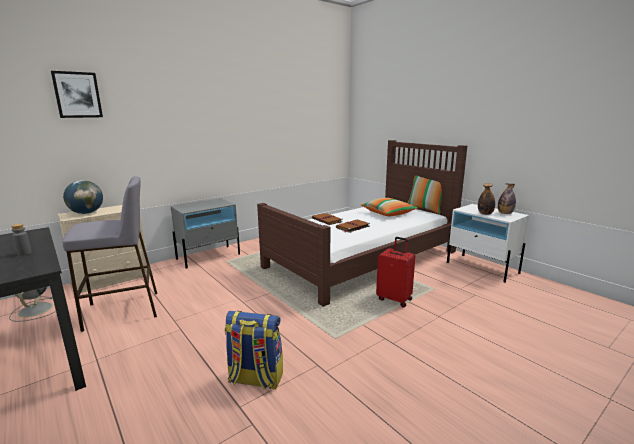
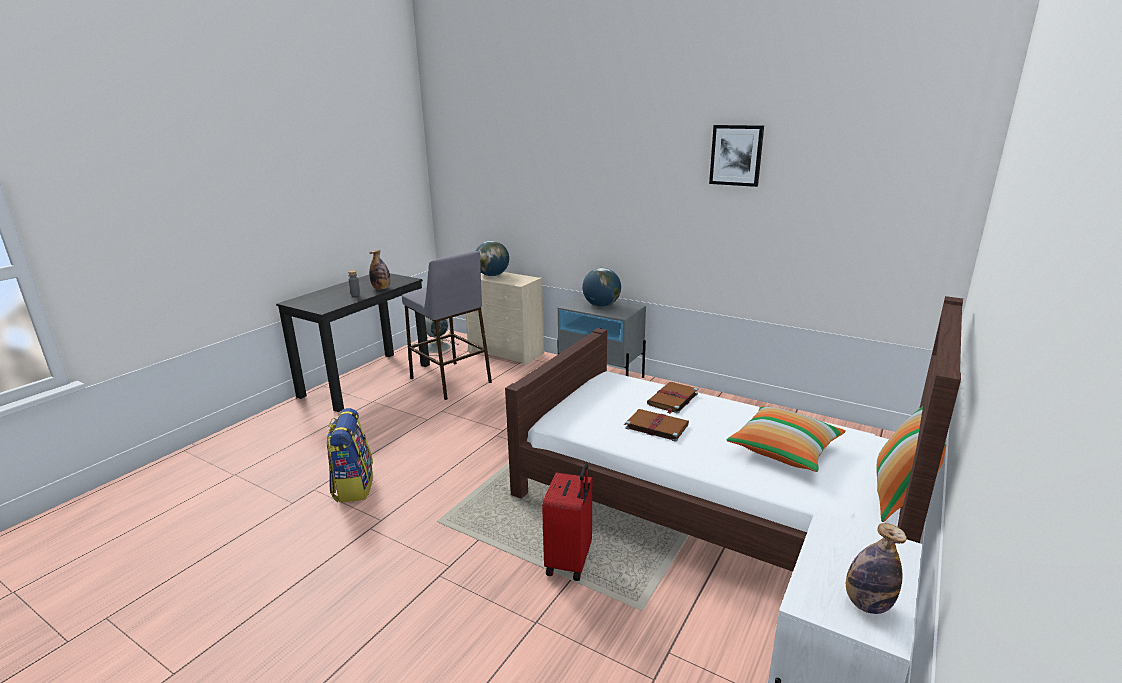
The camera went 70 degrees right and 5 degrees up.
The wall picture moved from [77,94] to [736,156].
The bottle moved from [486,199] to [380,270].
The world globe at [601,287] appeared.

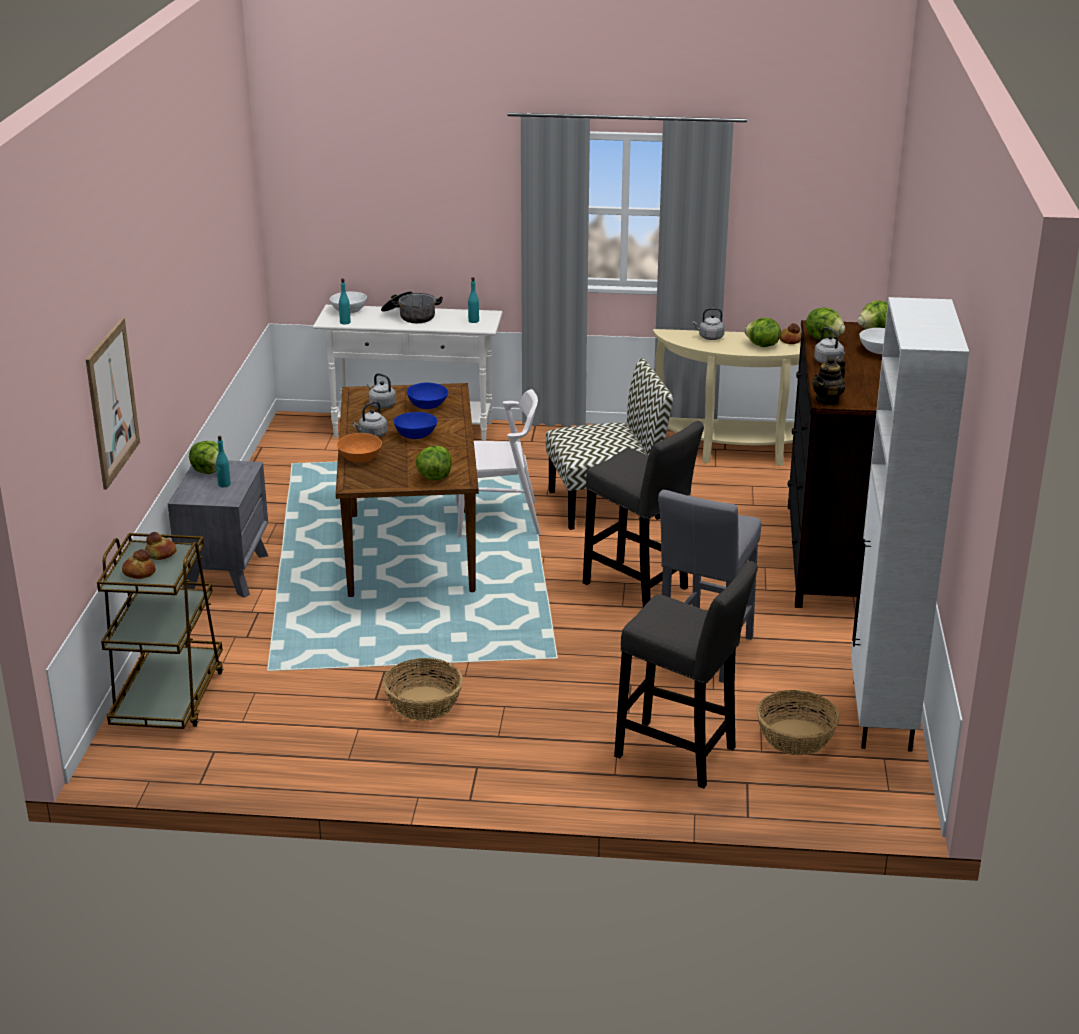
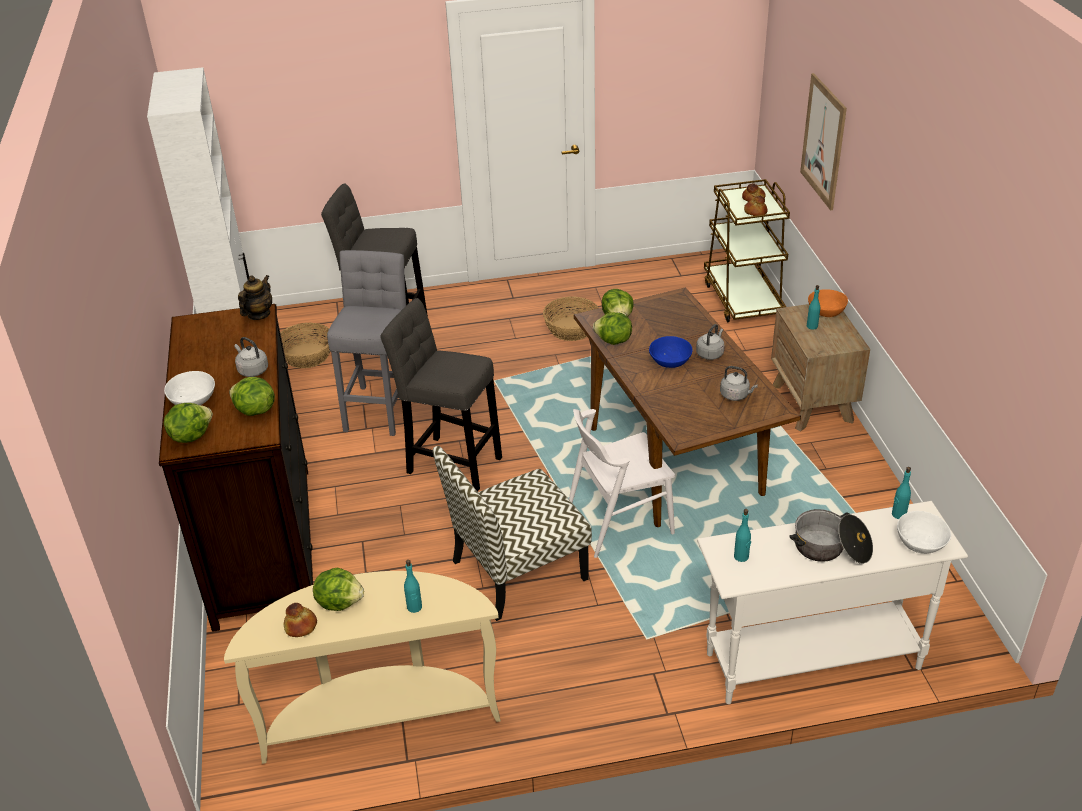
The camera went 165 degrees right and 10 degrees up.
The nightstand (gray) at [218,529] became the nightstand (brown) at [820,368].
The head of lettuce moved from [207,457] to [612,328].
The bowl (orange-coloured) moved from [359,447] to [828,303].
The bowl (bluish) at [427,396] disappeared.
The water kettle (gray) at [708,324] was replaced by the bottle (blue-green) at [413,586].

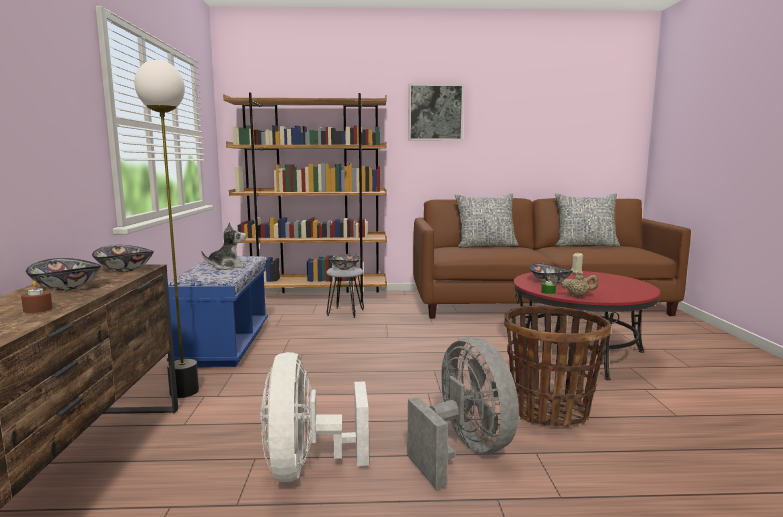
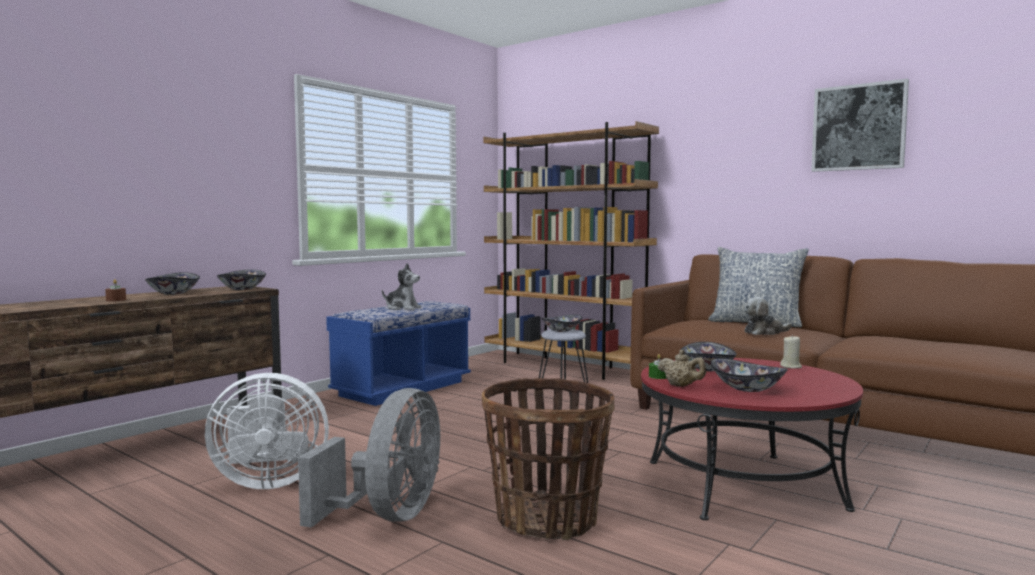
The camera went 40 degrees right and 5 degrees down.
The standard lamp at [166,229] disappeared.
The fan (whitish) at [314,417] turned 135 degrees counterclockwise.
The wall picture moved from [436,112] to [860,125].
The throw pillow at [587,220] disappeared.
The bowl at [749,375] appeared.
The soft toy at [768,316] appeared.

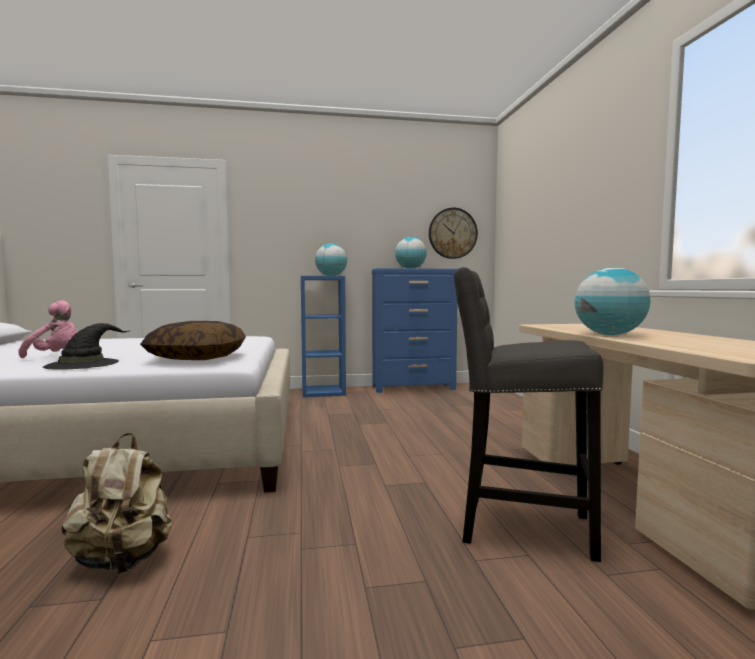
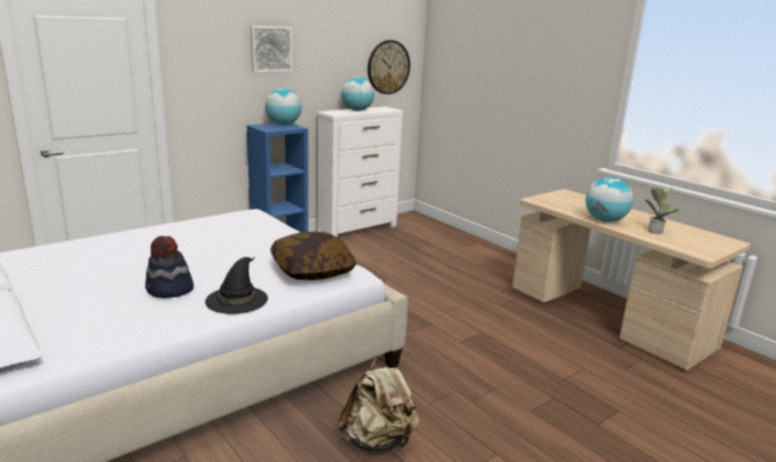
The camera went 30 degrees left and 15 degrees up.
The soft toy (pinkish) at [47,329] was replaced by the hat at [169,267].
The drawer chest (bluish) at [414,330] became the drawer chest (whitish) at [360,171].
The stool (gray) at [528,414] disappeared.
The wall picture at [271,49] appeared.
The plant in a pot at [663,211] appeared.

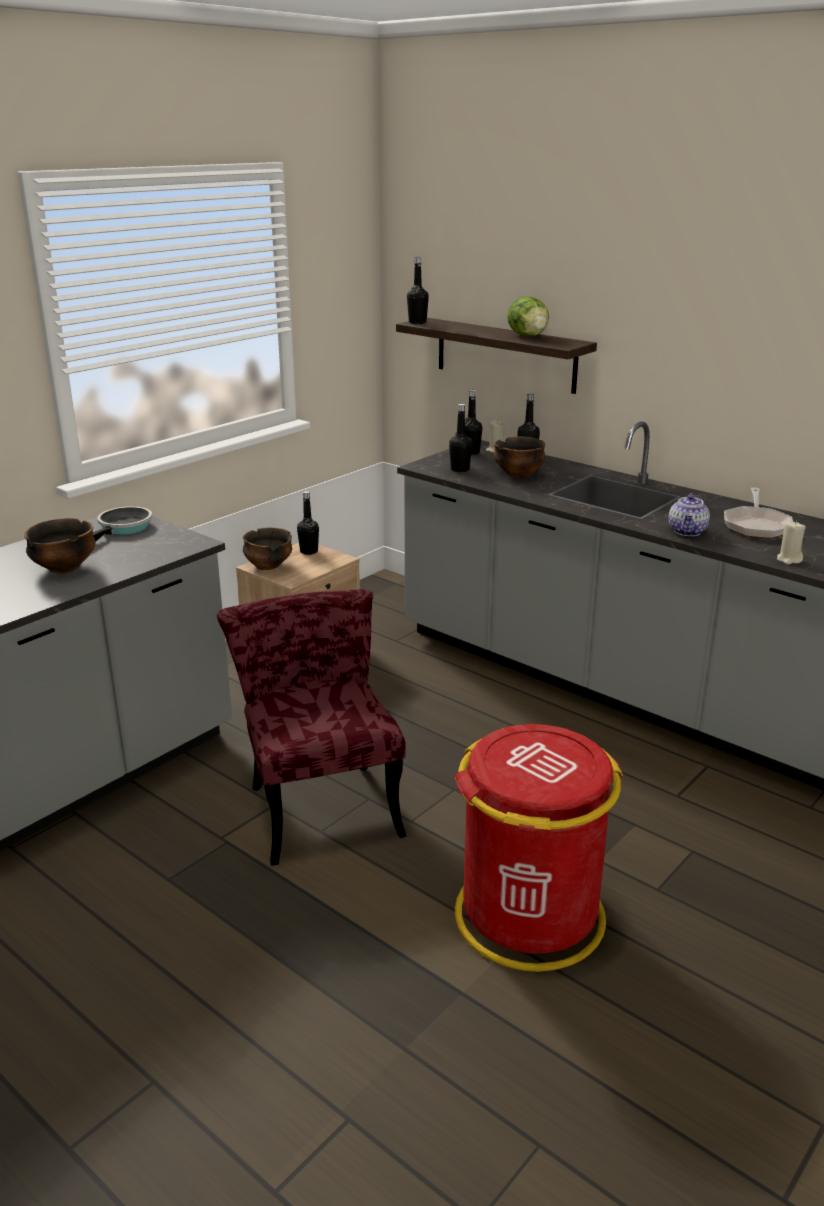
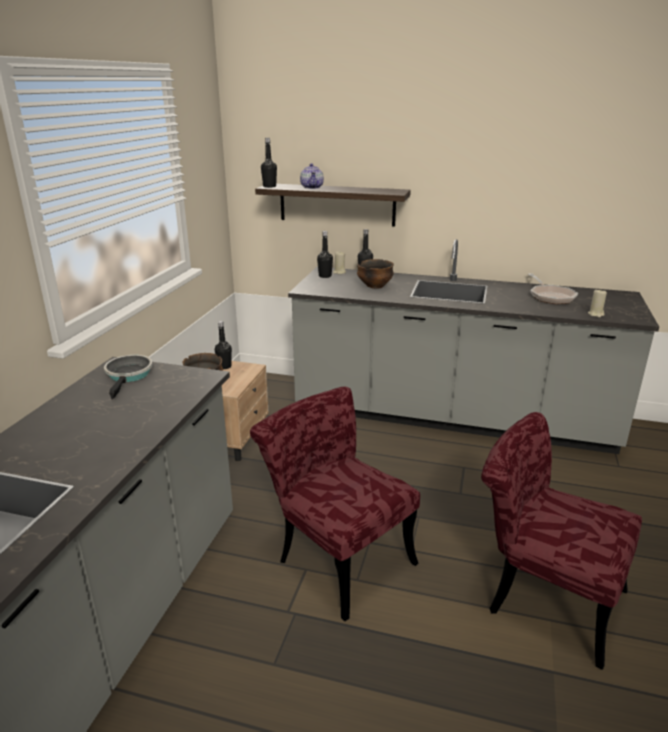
The camera went 25 degrees left and 0 degrees up.
The bowl at [59,546] disappeared.
The bottle (blackish) at [460,438] disappeared.
The rubbish bin (red-coloured) at [539,848] was replaced by the plain chair (red-coloured) at [561,541].
The head of lettuce at [528,316] disappeared.
The tea pot moved from [689,514] to [312,176].

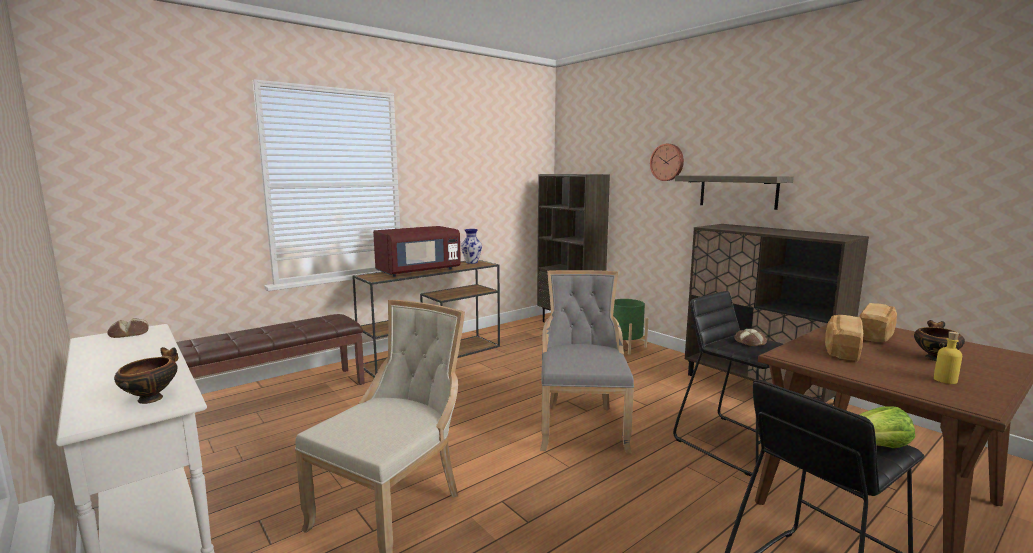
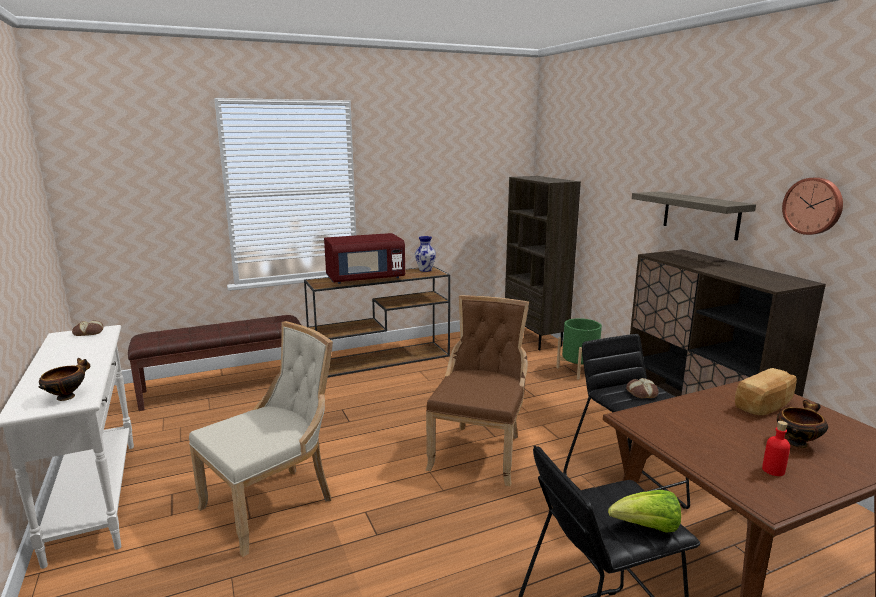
The camera went 15 degrees right and 5 degrees up.
The plain chair (gray) at [587,362] became the plain chair (brown) at [477,391].
The wall clock moved from [667,162] to [812,206].
The bakery bread at [844,338] disappeared.
The bottle (yellowish) at [948,358] became the bottle (red-coloured) at [776,448].

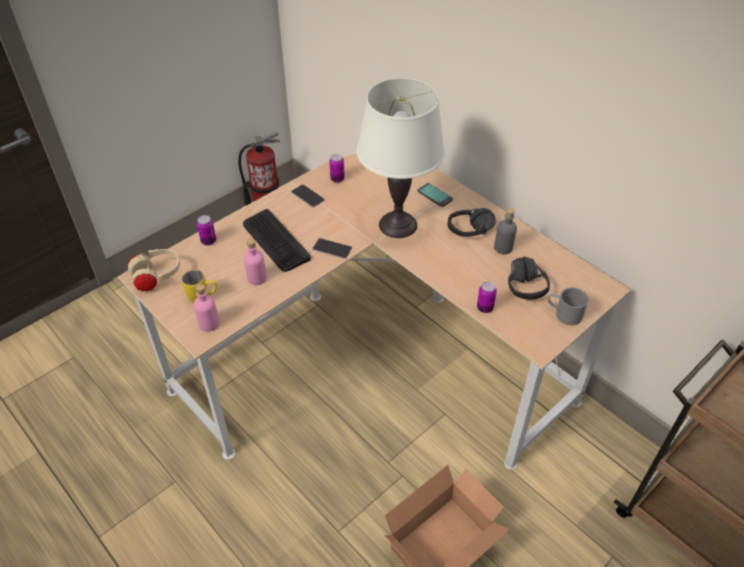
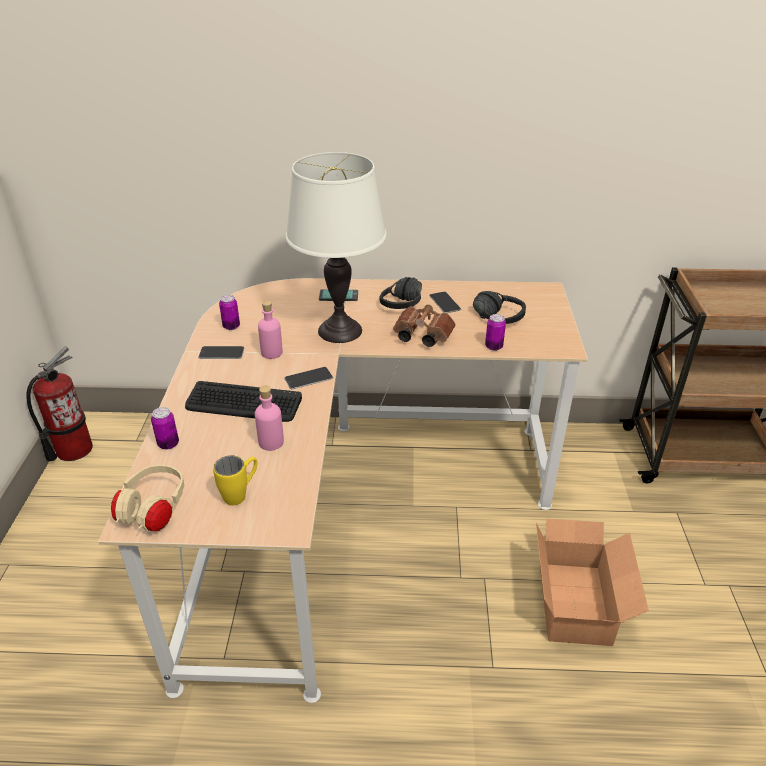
The camera went 45 degrees left and 10 degrees down.
The bottle (pinkish) moved from [206,308] to [270,330].
The bottle (gray) at [505,231] was replaced by the telephone at [445,302].
The tea mug (gray) at [568,306] disappeared.
The binoculars (brown) at [424,326] appeared.

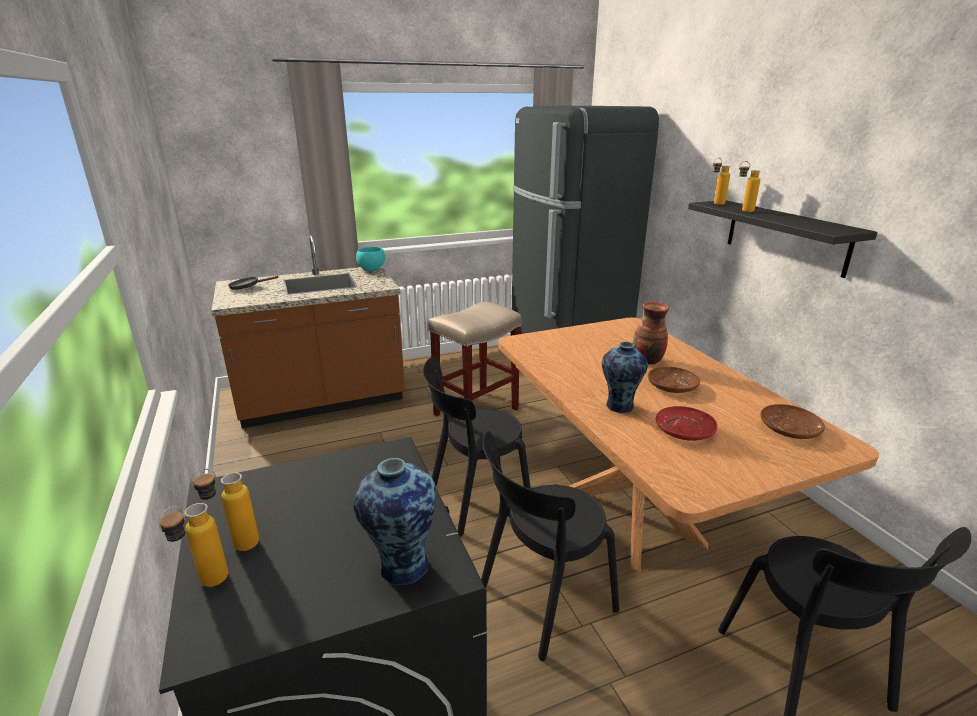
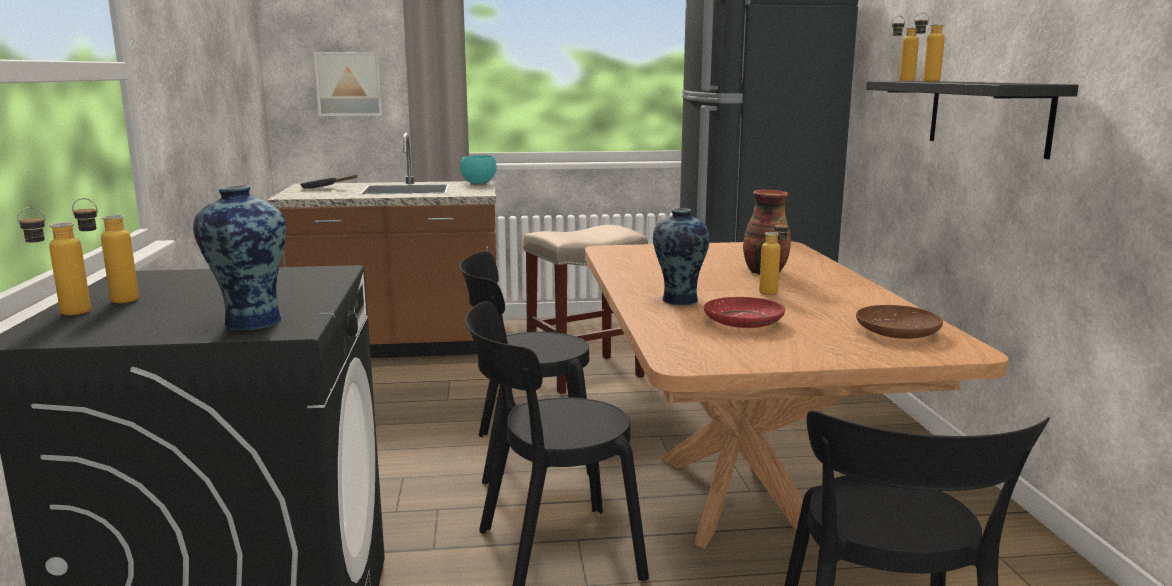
The camera went 15 degrees right and 10 degrees down.
The plate (brown) at [674,380] was replaced by the bottle at [774,256].
The wall picture at [348,84] appeared.

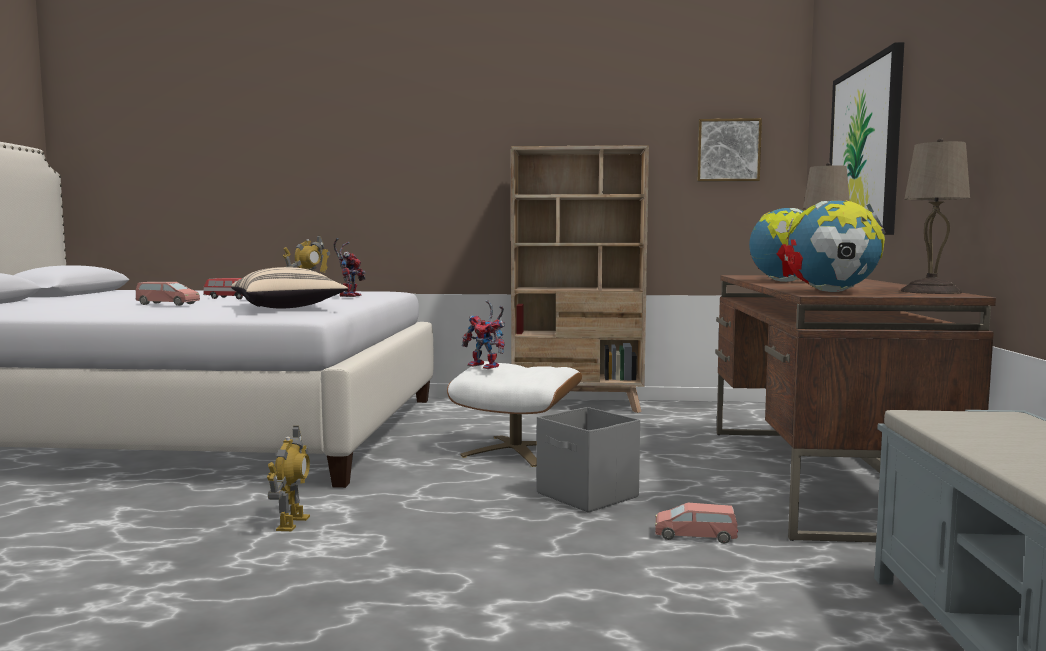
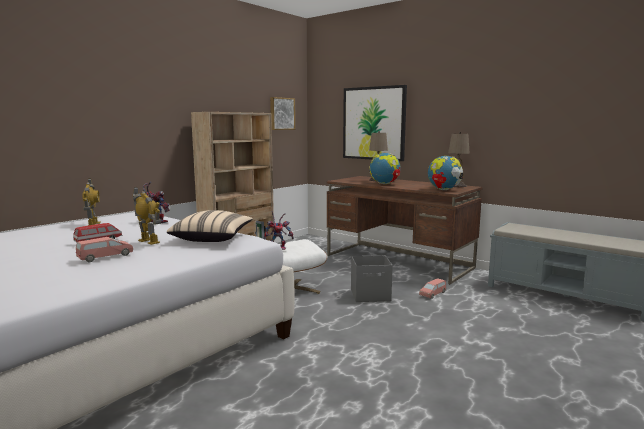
The camera went 55 degrees left and 5 degrees up.
The toy robot moved from [288,478] to [147,216].

